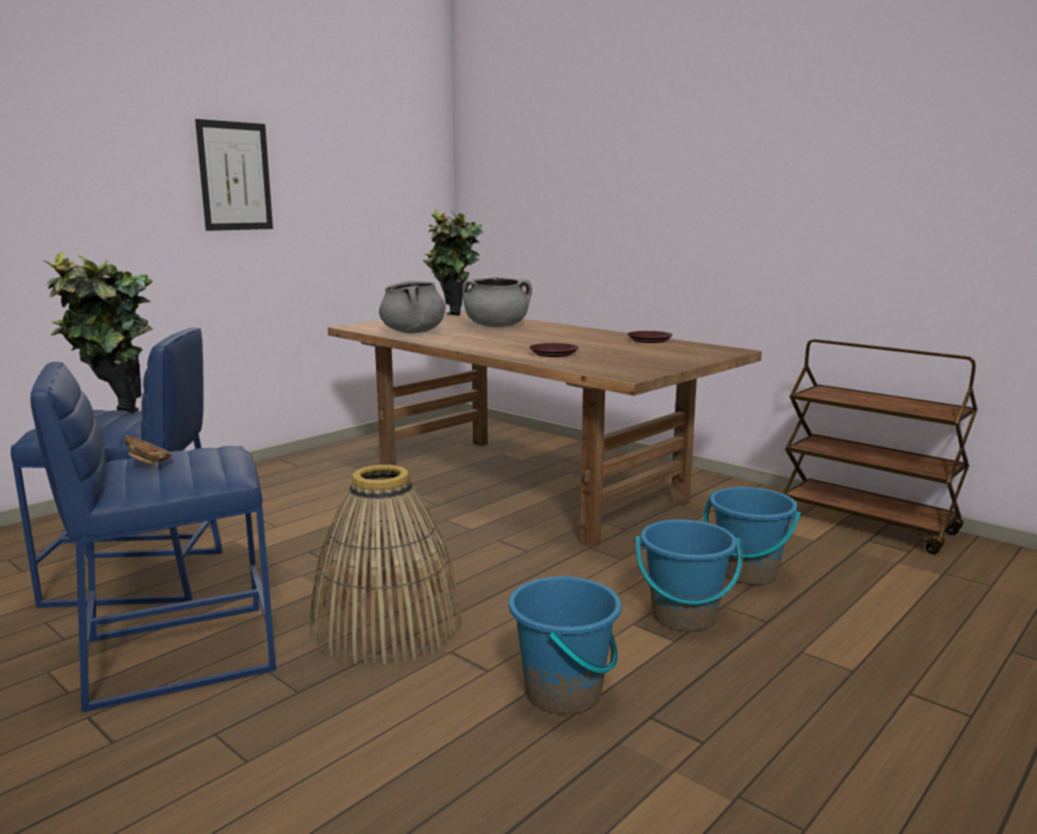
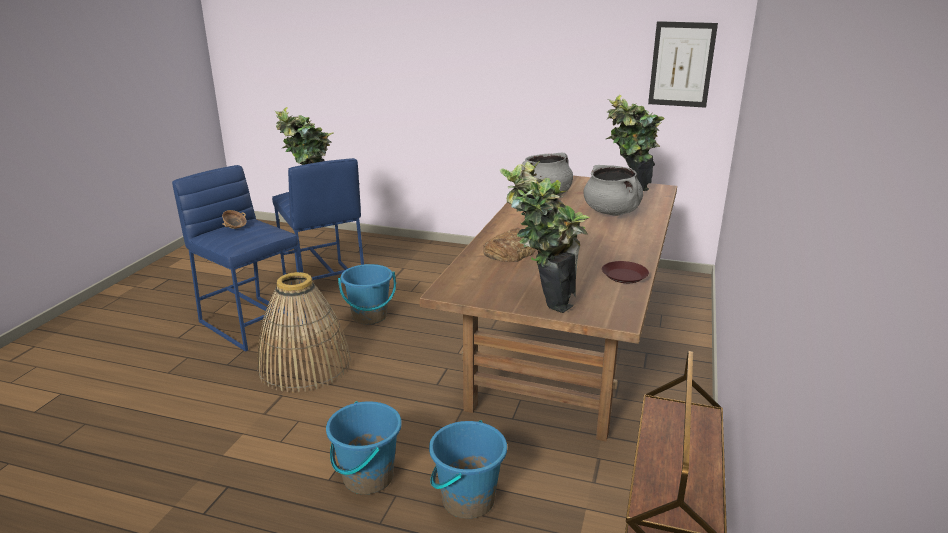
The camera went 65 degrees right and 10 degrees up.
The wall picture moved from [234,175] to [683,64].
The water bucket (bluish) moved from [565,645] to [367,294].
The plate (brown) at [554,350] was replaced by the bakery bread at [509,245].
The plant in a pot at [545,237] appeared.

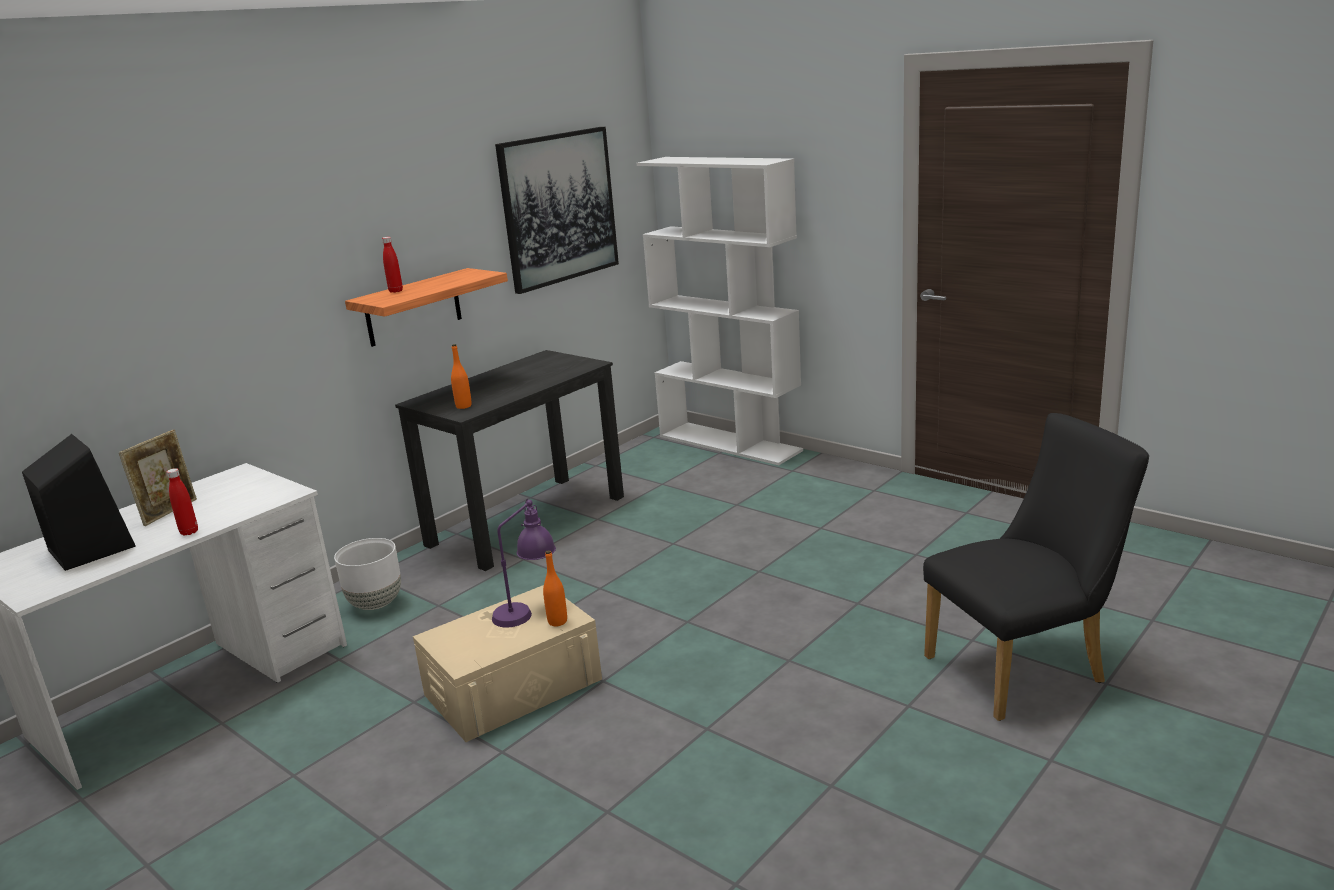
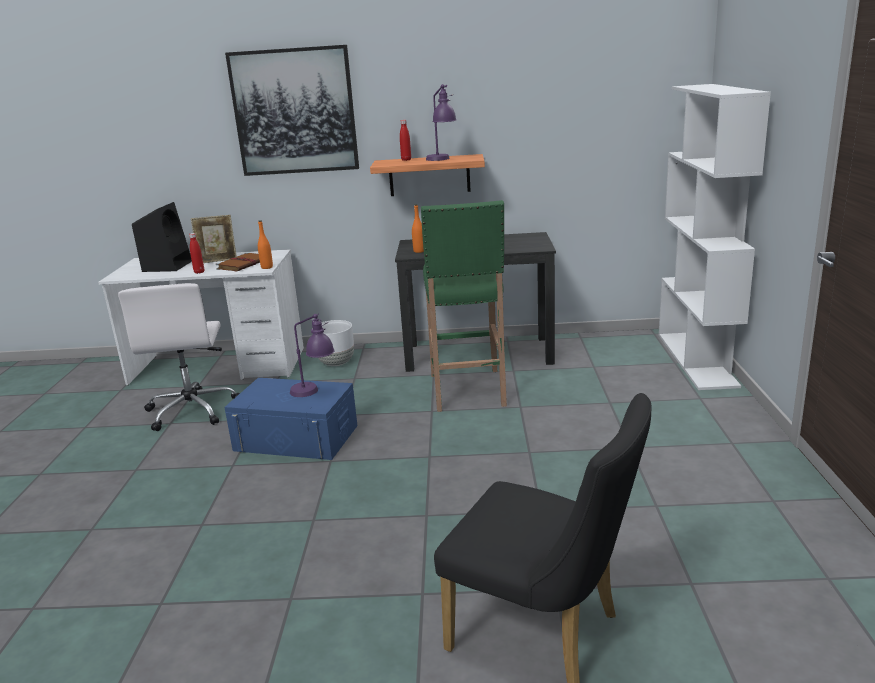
The camera went 50 degrees right and 0 degrees up.
The storage box (sand-coloured) at [507,663] became the storage box (bluish) at [290,419].
The wall picture moved from [557,210] to [292,110].
The bottle (orange-coloured) moved from [555,588] to [265,244].
The office chair (whitish) at [179,357] appeared.
The volume (brown) at [238,262] appeared.
The stool (green) at [464,306] appeared.
The lamp for a table (purple) at [441,122] appeared.

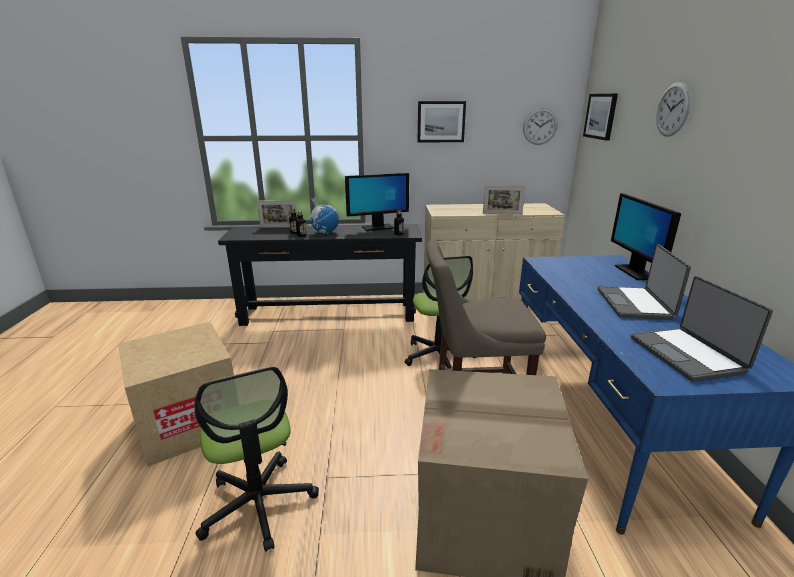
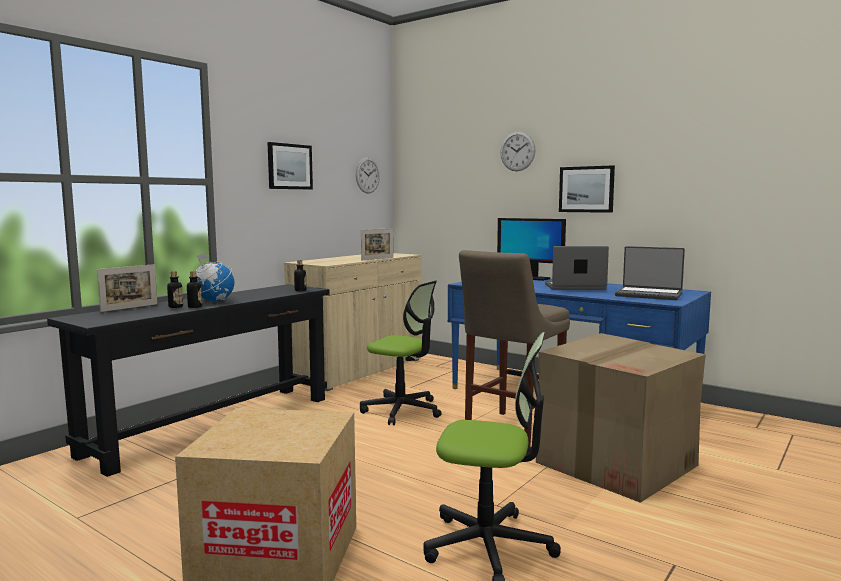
The camera went 50 degrees left and 15 degrees down.
The monitor at [377,202] disappeared.
The wall picture moved from [600,117] to [587,189].
The laptop at [644,282] turned 135 degrees clockwise.

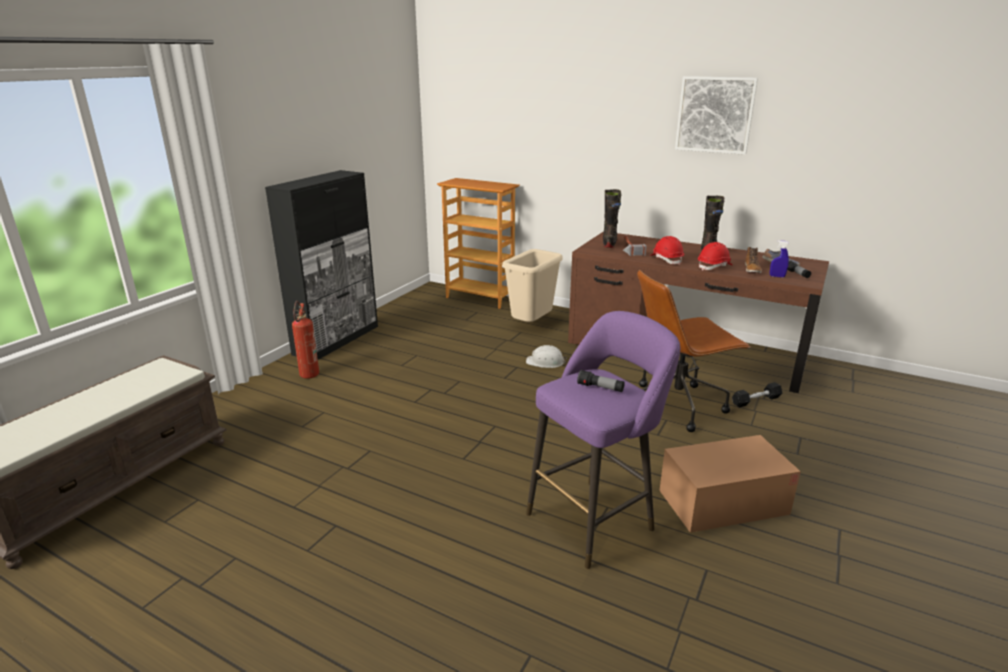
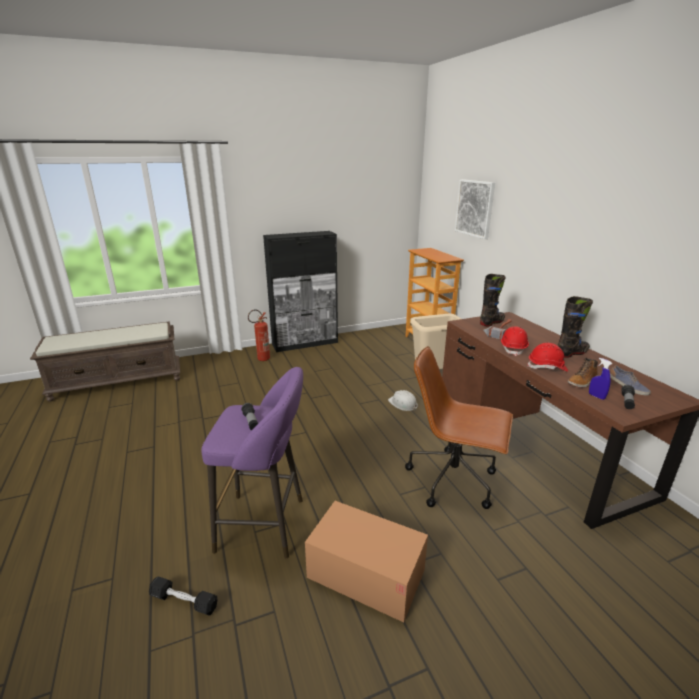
The camera went 40 degrees right and 0 degrees up.
The wall picture moved from [716,115] to [475,209].
The hand weight (blackish) moved from [757,394] to [183,596].

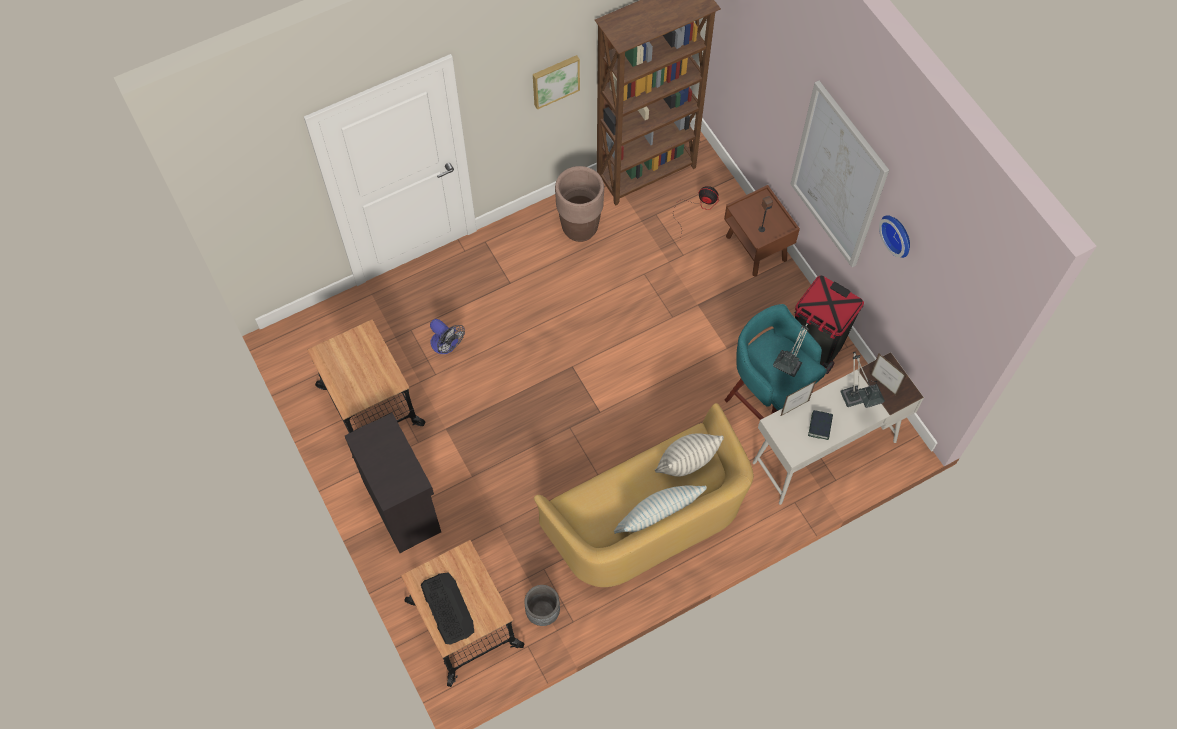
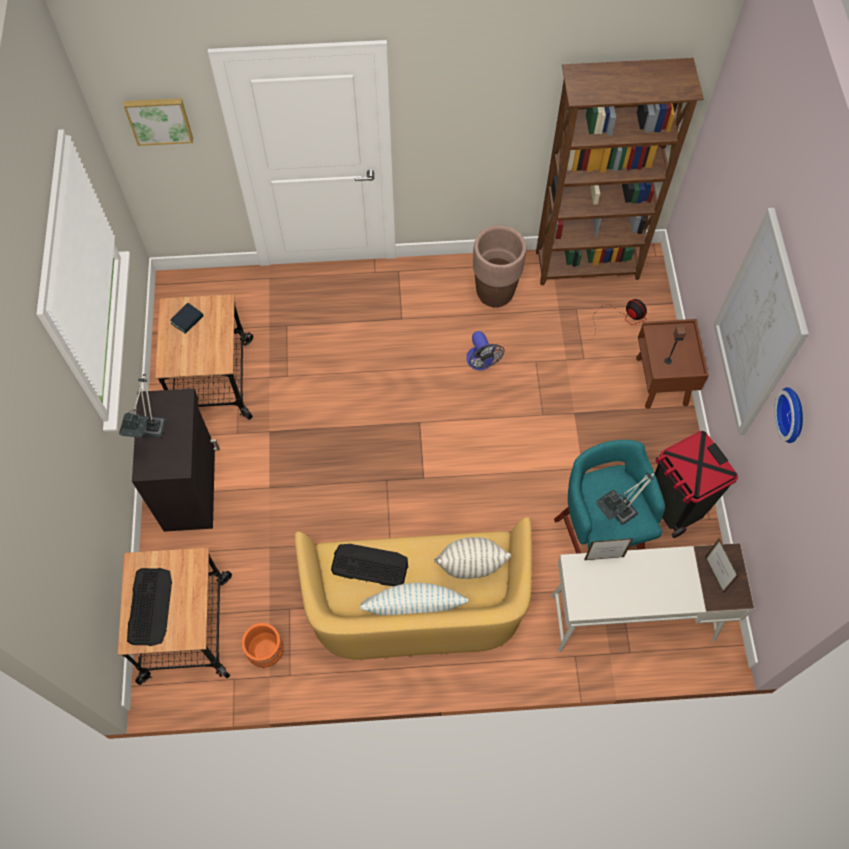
The camera went 25 degrees right and 0 degrees up.
The fan moved from [447,336] to [485,351].
The flower pot (gray) at [542,605] became the flower pot (orange-coloured) at [263,645].
The wall picture moved from [556,82] to [158,122].
The volume moved from [820,425] to [187,318].
The lamp for a table moved from [862,380] to [143,406].
The computer keyboard at [369,565] appeared.

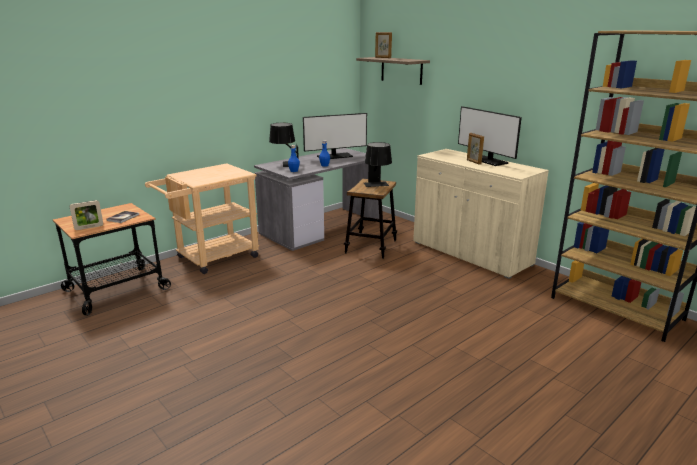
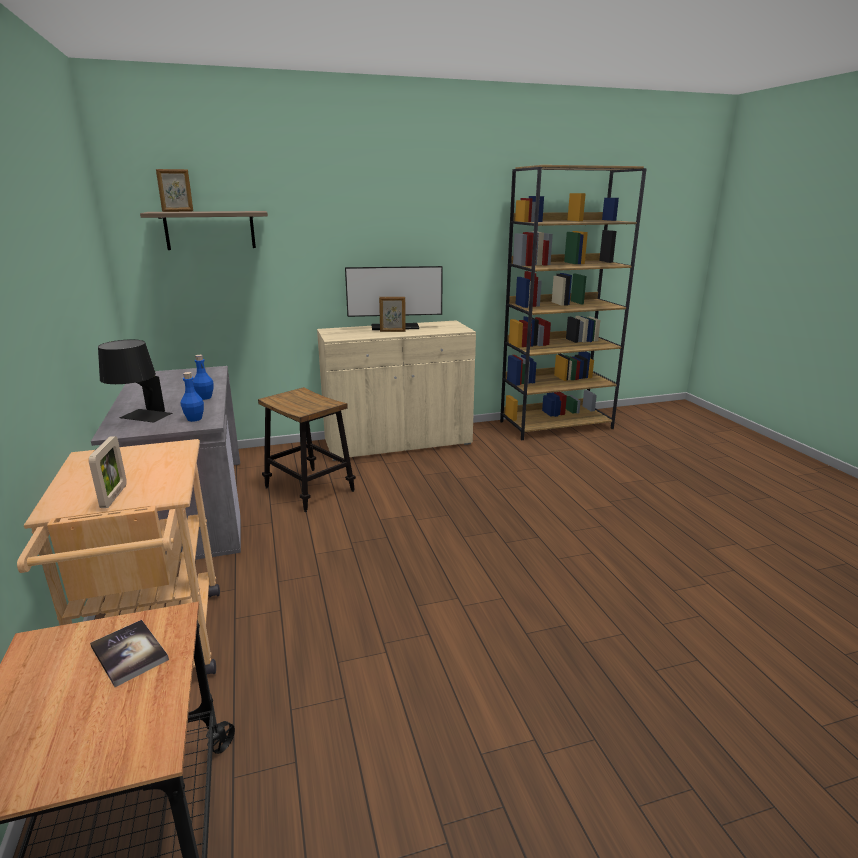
The camera went 65 degrees left and 0 degrees up.
The standing frame moved from [86,215] to [108,472].
The monitor at [335,136] disappeared.
The lamp for a table (blackish) at [378,164] disappeared.

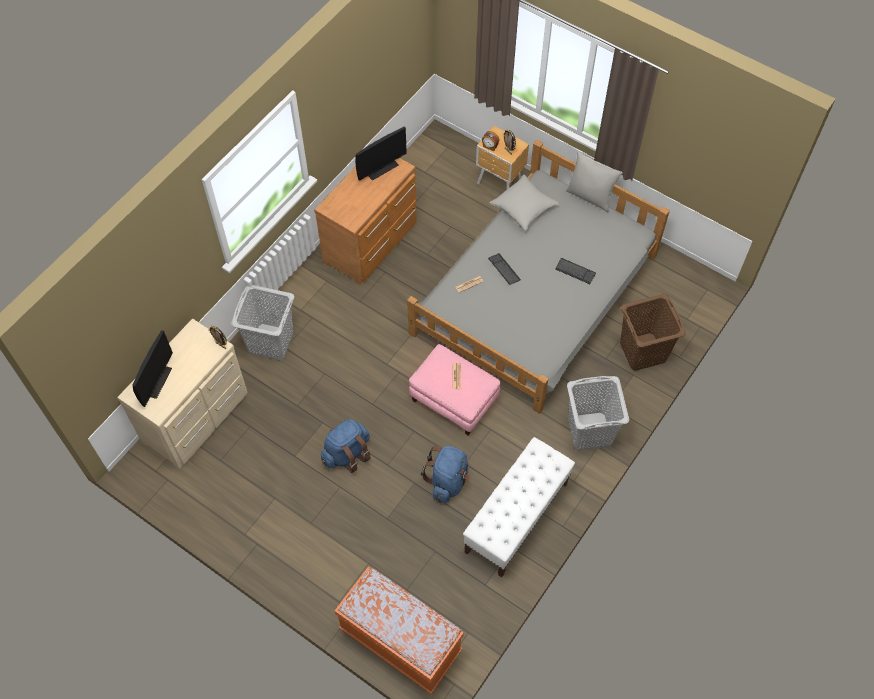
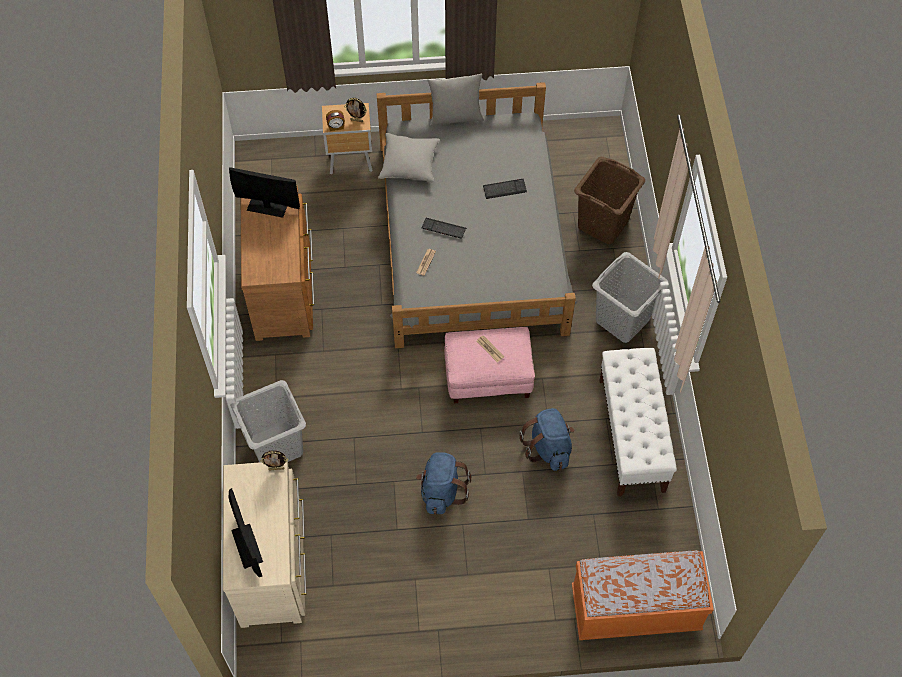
The camera went 40 degrees left and 0 degrees up.
The monitor at [381,154] turned 90 degrees counterclockwise.

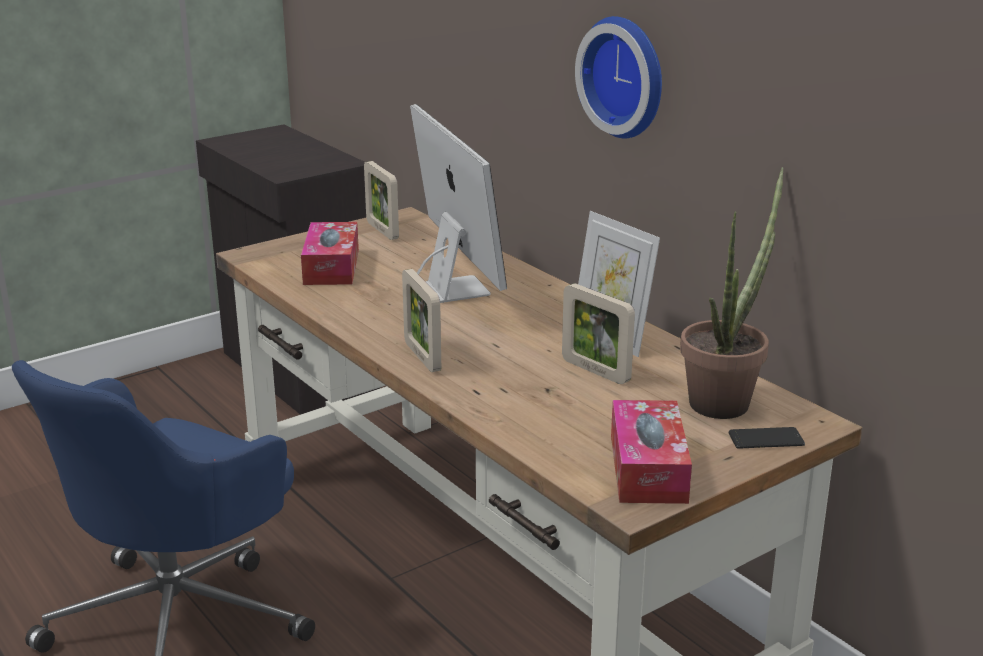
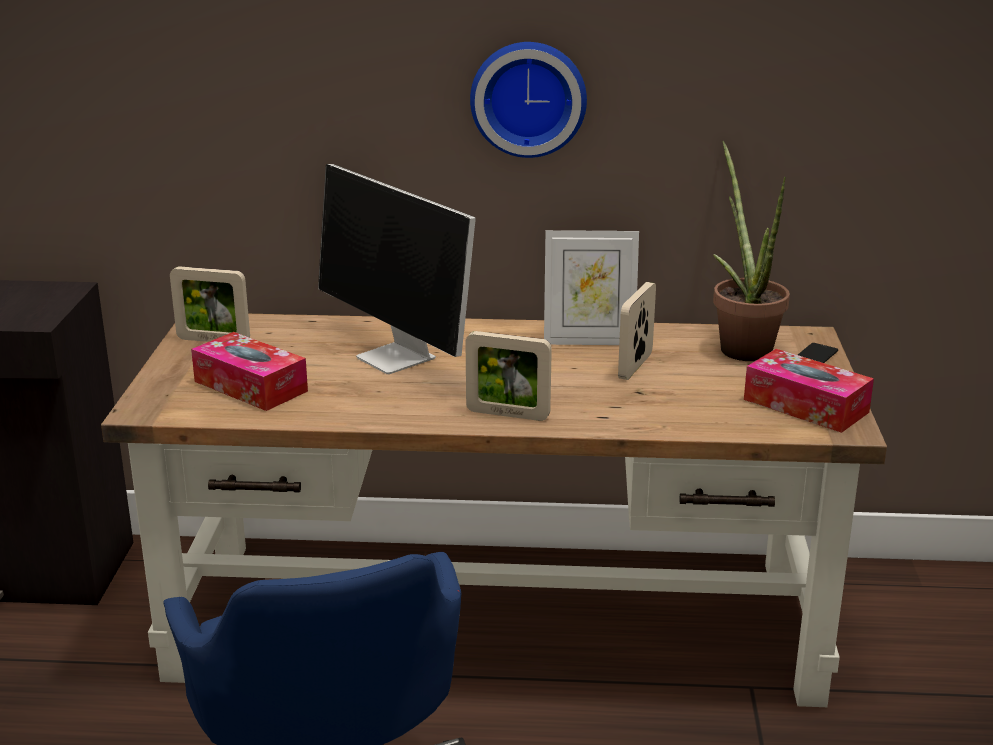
The camera went 50 degrees left and 0 degrees up.
The monitor at [458,203] turned 150 degrees counterclockwise.
The standing frame at [598,333] turned 120 degrees clockwise.

